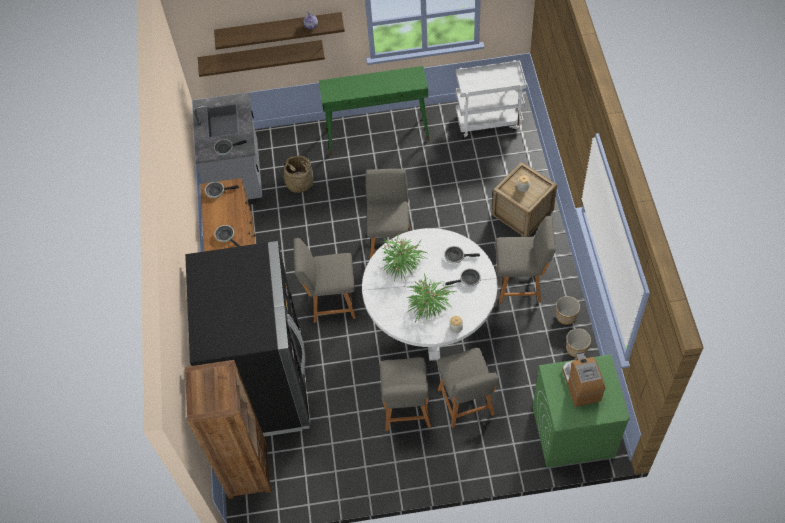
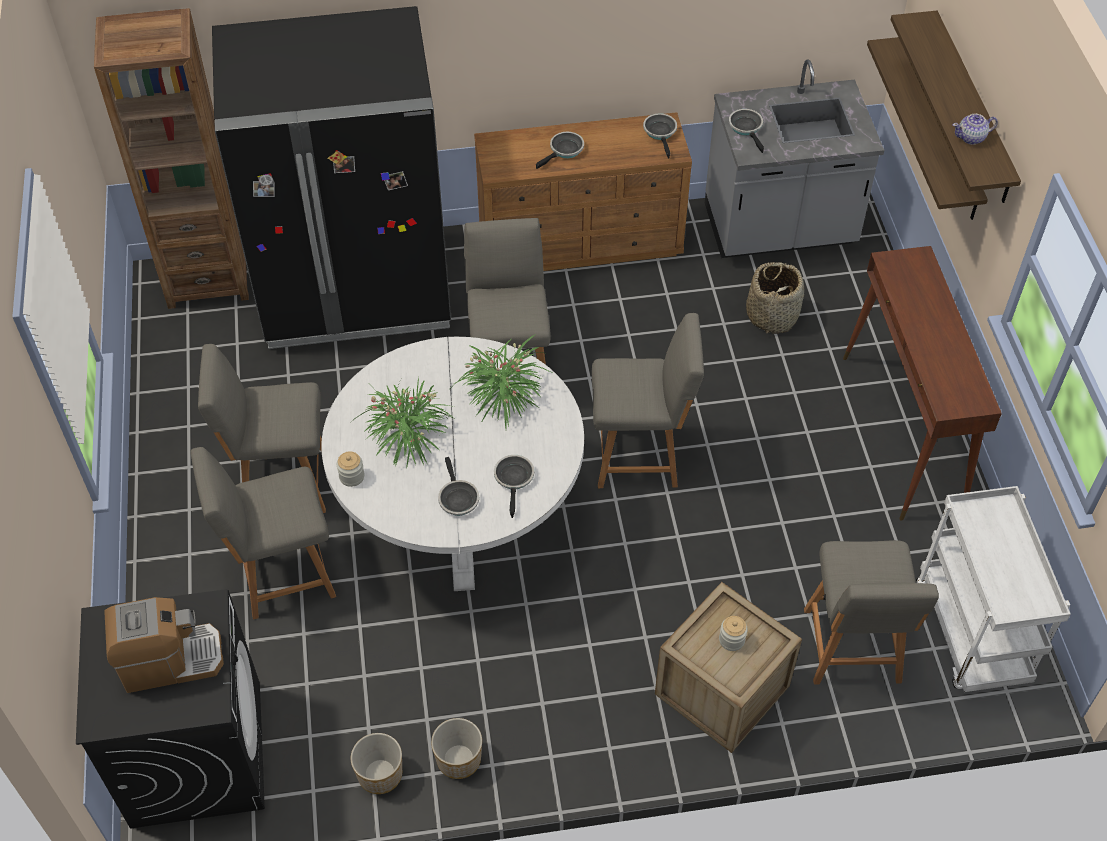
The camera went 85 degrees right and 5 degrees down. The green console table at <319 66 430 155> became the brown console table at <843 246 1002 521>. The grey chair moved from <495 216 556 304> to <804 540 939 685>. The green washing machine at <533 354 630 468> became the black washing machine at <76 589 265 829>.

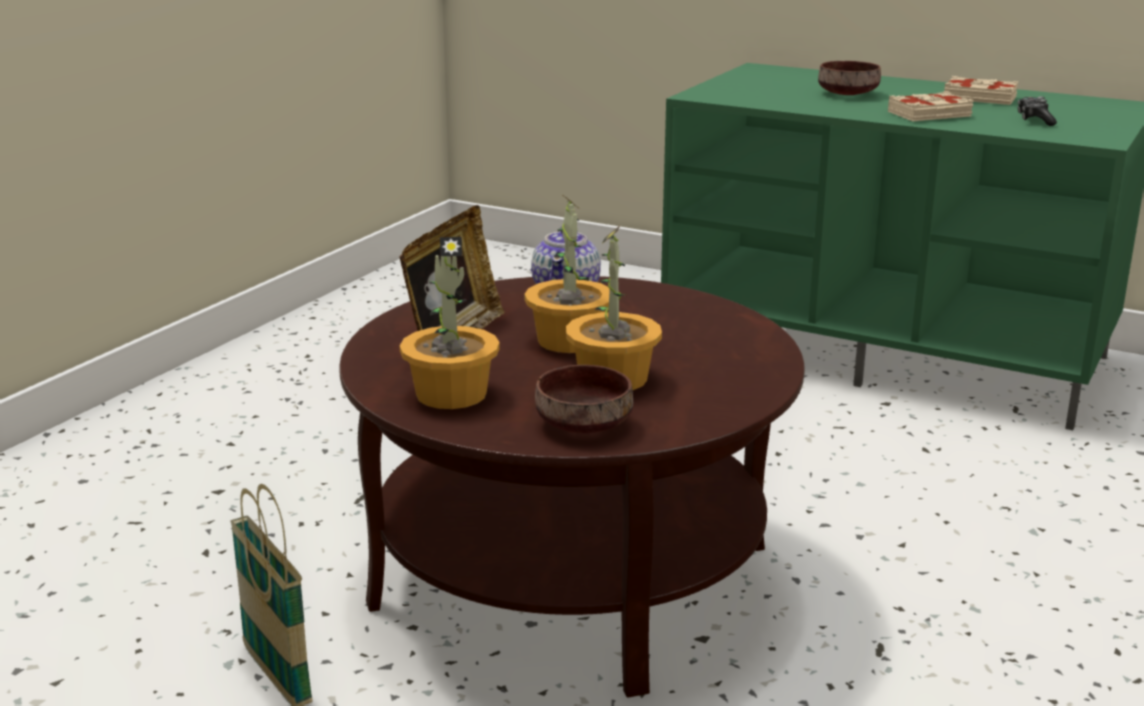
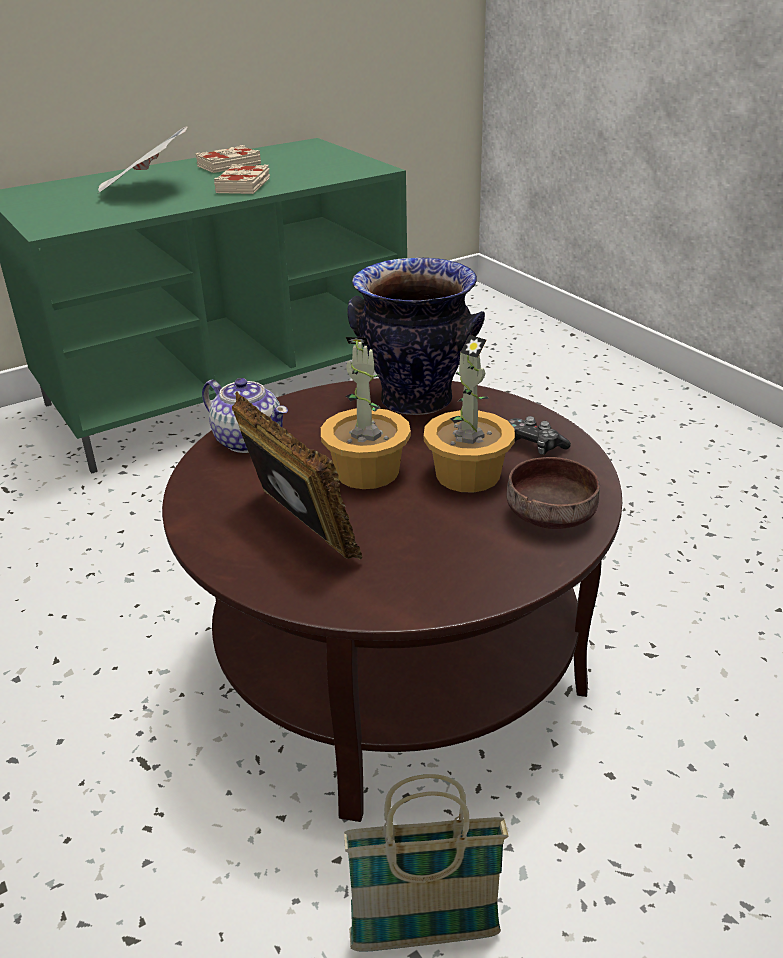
The camera went 60 degrees left and 10 degrees up. The brown bowl at <818 61 881 95> was replaced by the newspaper at <97 126 187 194>. The game controller moved from <1018 96 1057 126> to <508 416 571 455>. The potted plant at <400 237 500 409> disappeared. The vase at <347 258 485 415> appeared.

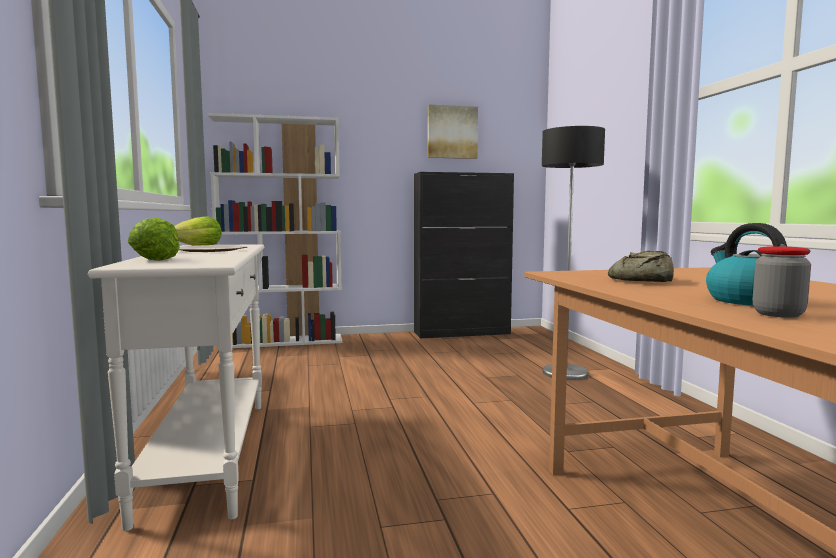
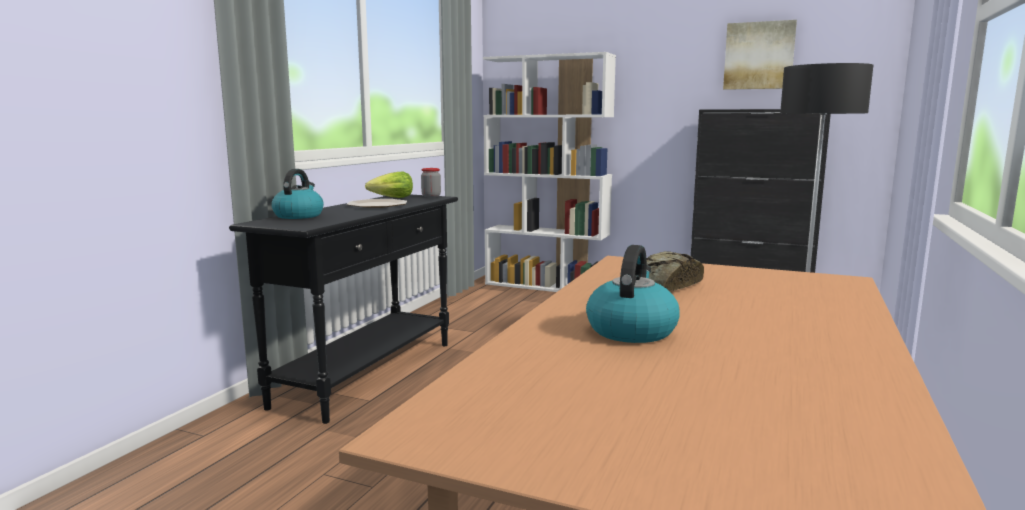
The camera went 35 degrees right and 5 degrees up. The lettuce at <128 218 180 261> was replaced by the kettle at <271 169 324 219>. The white console table at <88 244 264 531> became the black console table at <229 195 458 424>. The jar moved from <753 246 811 318> to <421 168 441 197>.

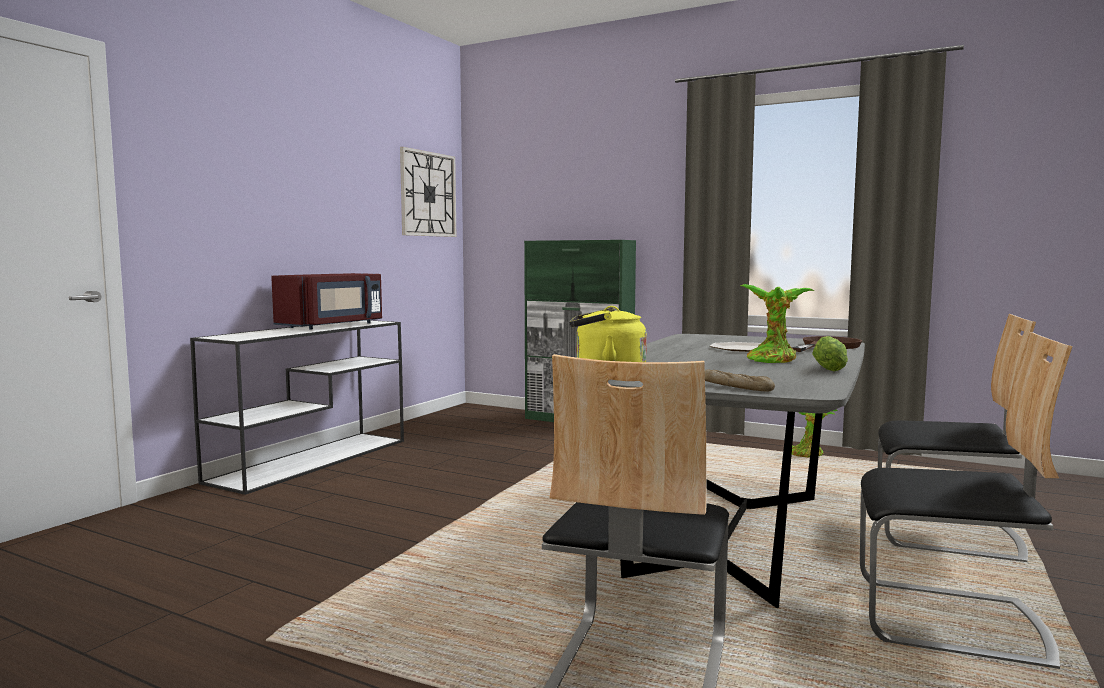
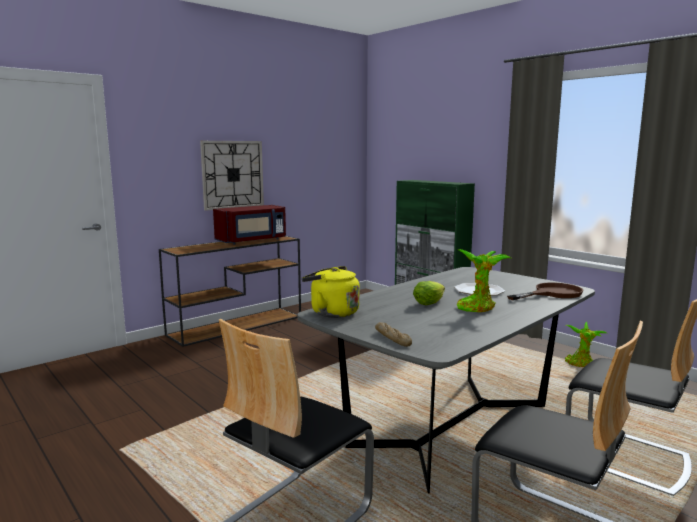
The camera went 20 degrees right and 5 degrees up. The wall clock moved from <400 147 457 237> to <200 141 264 211>. The white console table at <190 320 404 495> became the brown console table at <159 236 301 347>. The lettuce moved from <812 336 848 371> to <413 281 445 305>.

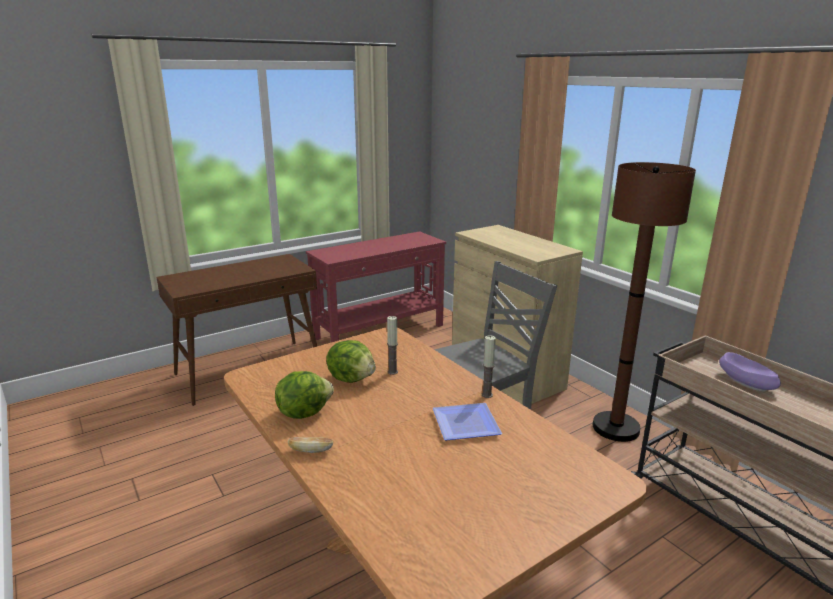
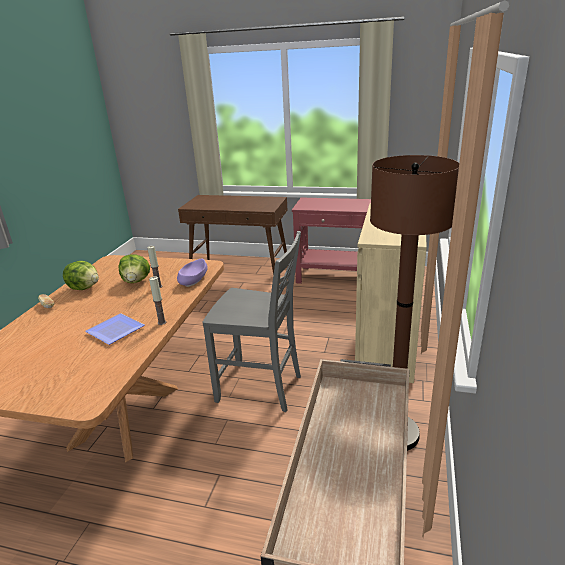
The camera went 50 degrees right and 5 degrees up. The purple bowl moved from <719 352 781 391> to <177 259 208 287>.

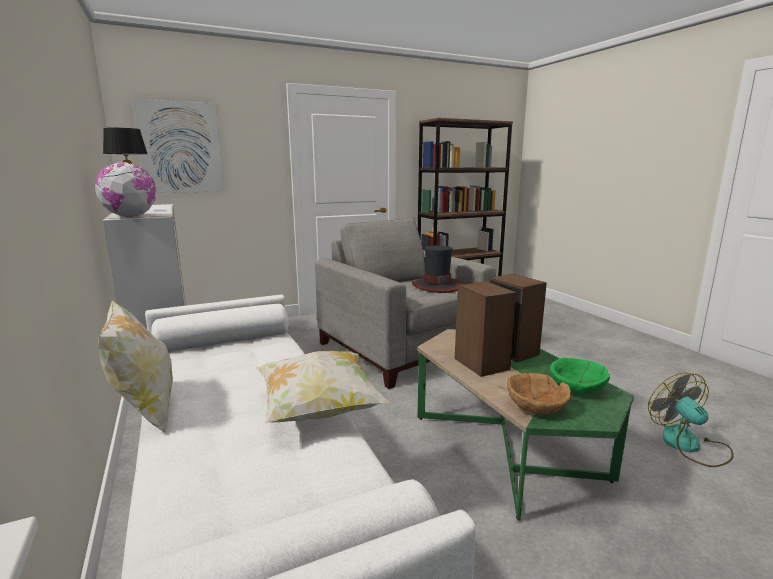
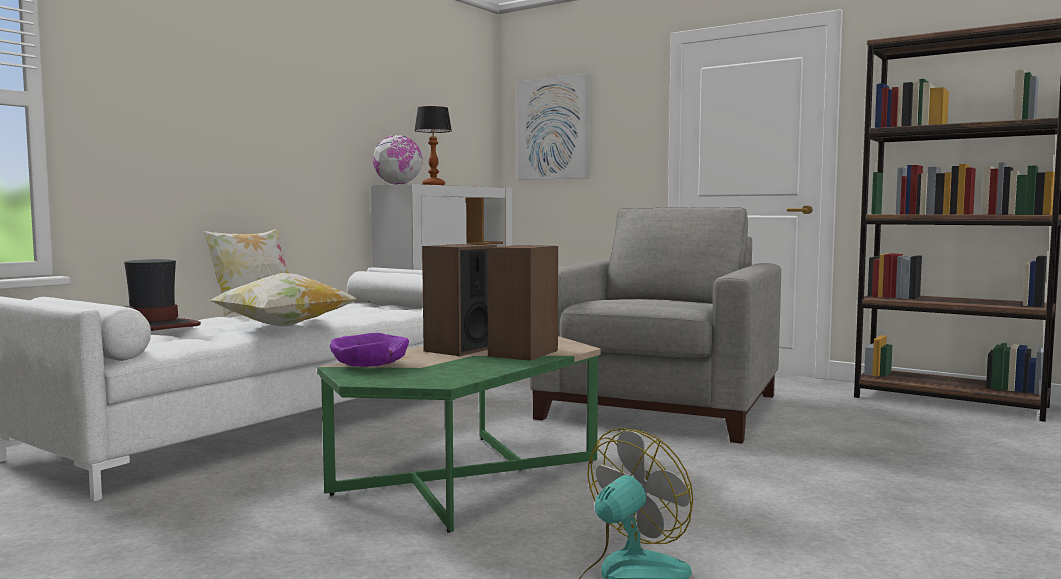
The camera went 60 degrees right and 10 degrees down. The hat moved from <412 245 463 293> to <124 259 201 331>. The green bowl at <550 357 610 394> disappeared. The brown bowl at <507 373 571 415> became the purple bowl at <330 333 409 367>.

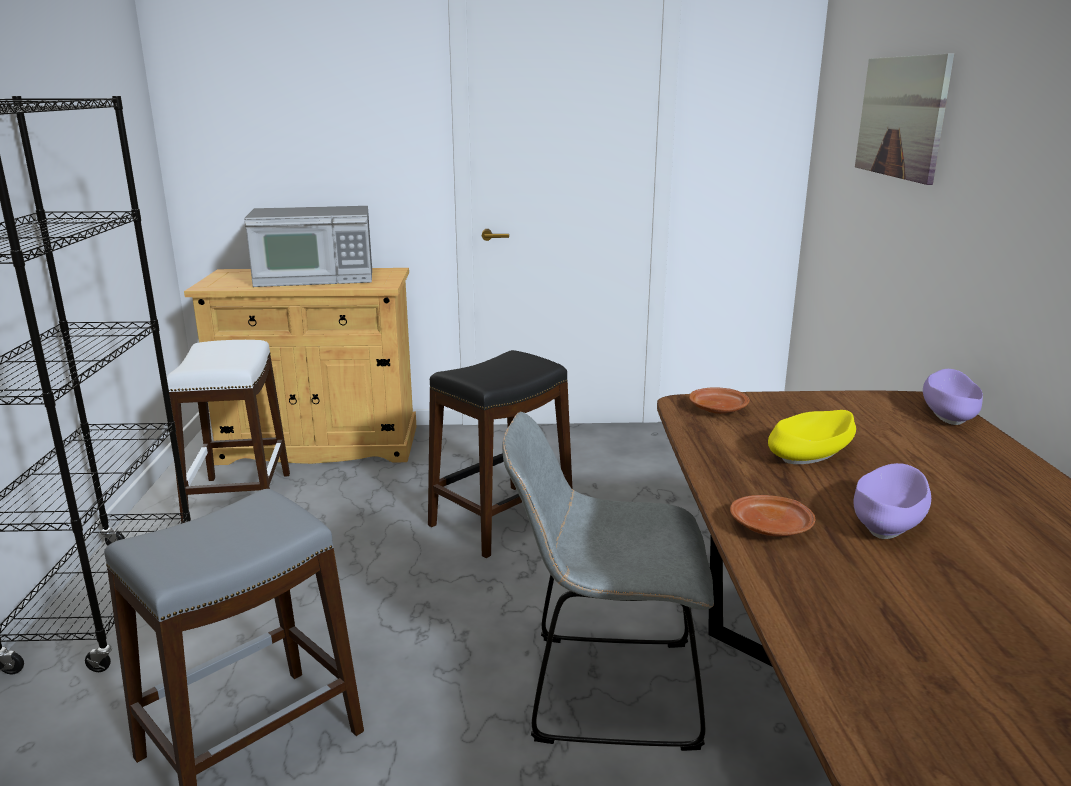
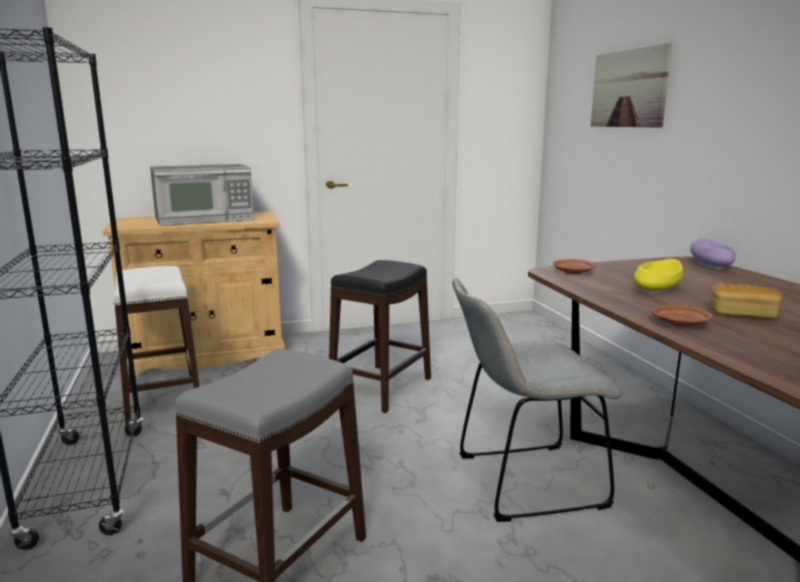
The camera went 15 degrees left and 5 degrees down. The purple bowl at <854 463 931 539> was replaced by the bread at <711 283 782 318>.

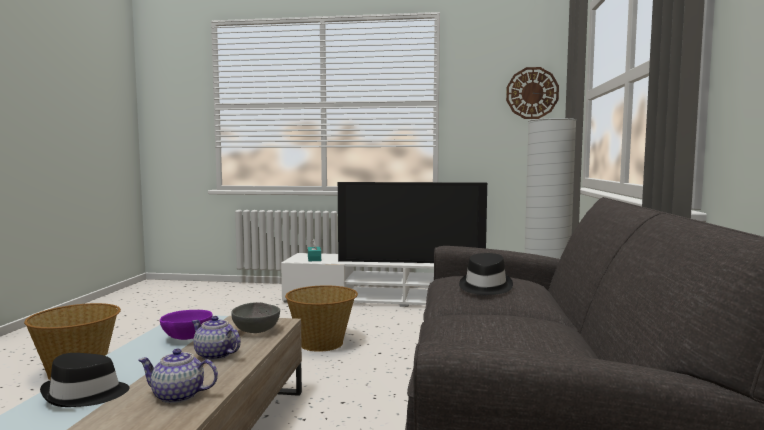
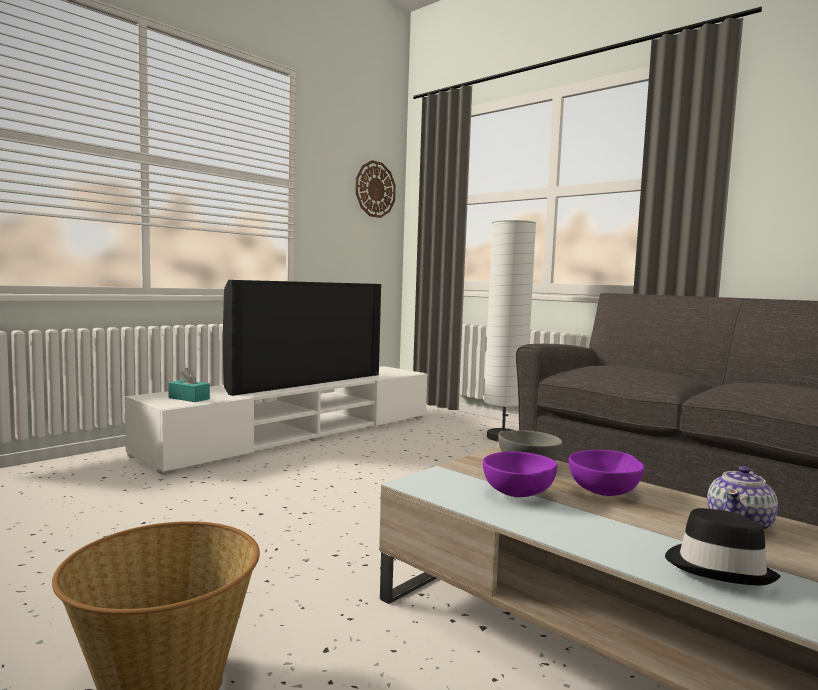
The camera went 55 degrees left and 0 degrees up. The black hat at <459 253 513 295> disappeared. The basket at <285 285 358 352> disappeared. The teapot at <192 316 241 360> was replaced by the purple bowl at <569 450 644 496>.

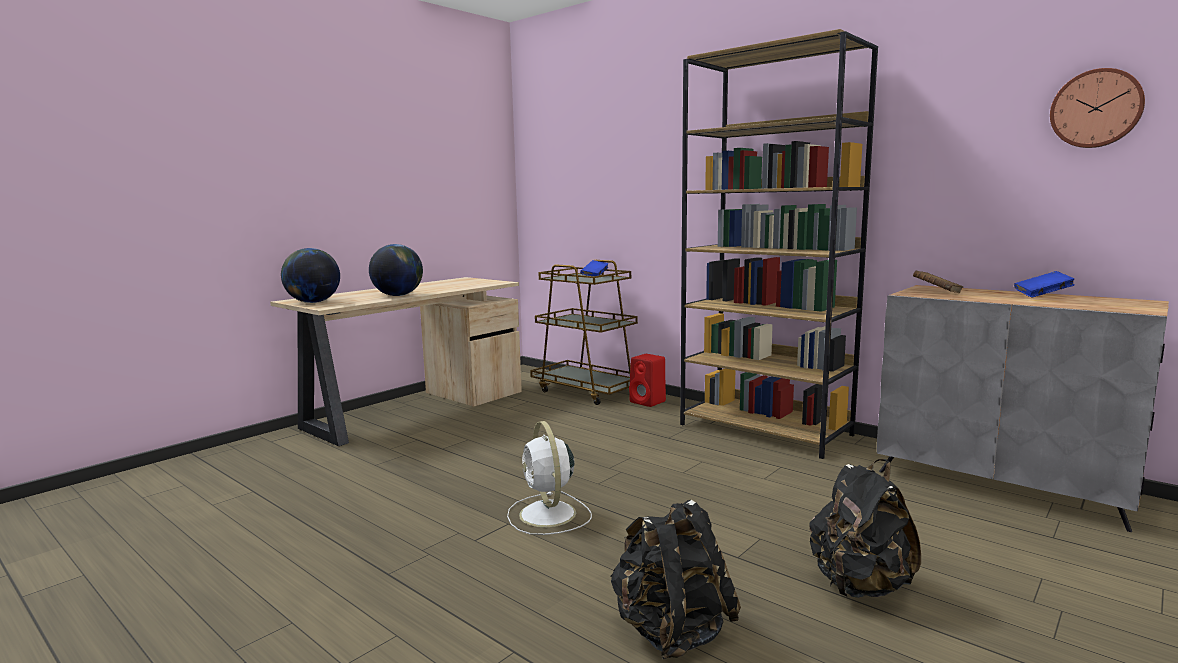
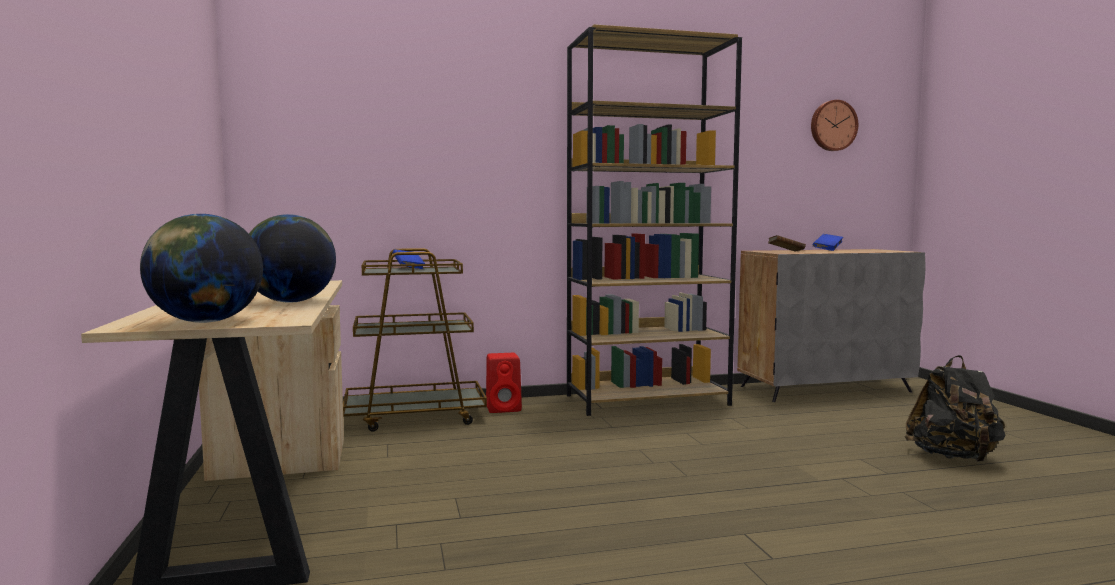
The camera went 55 degrees left and 5 degrees down. The white fan at <507 421 592 535> disappeared. The black backpack at <610 500 741 659> disappeared.

